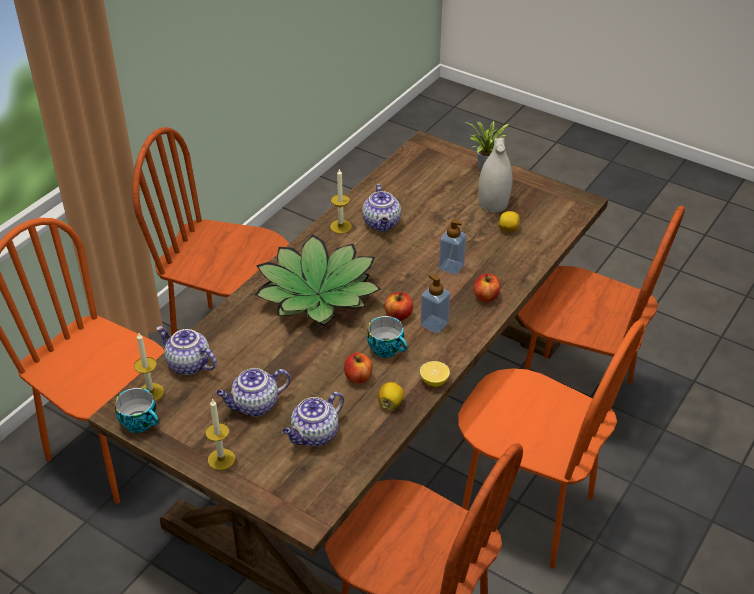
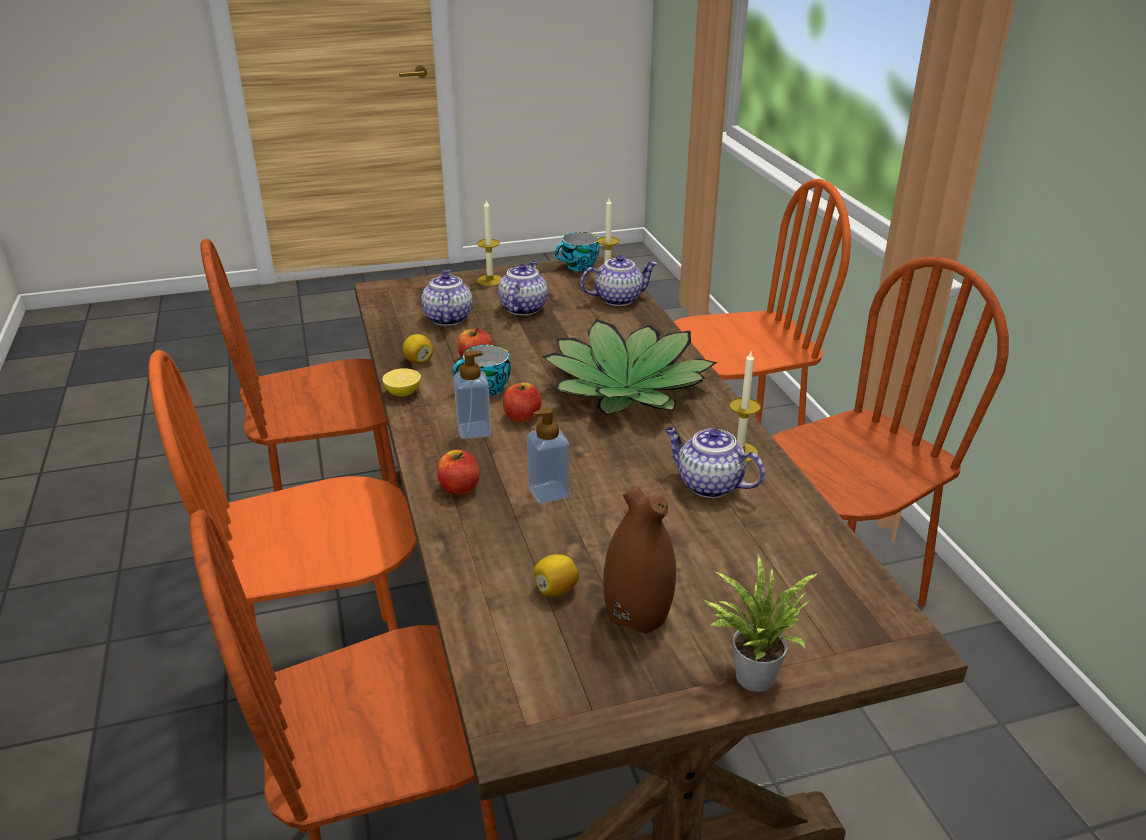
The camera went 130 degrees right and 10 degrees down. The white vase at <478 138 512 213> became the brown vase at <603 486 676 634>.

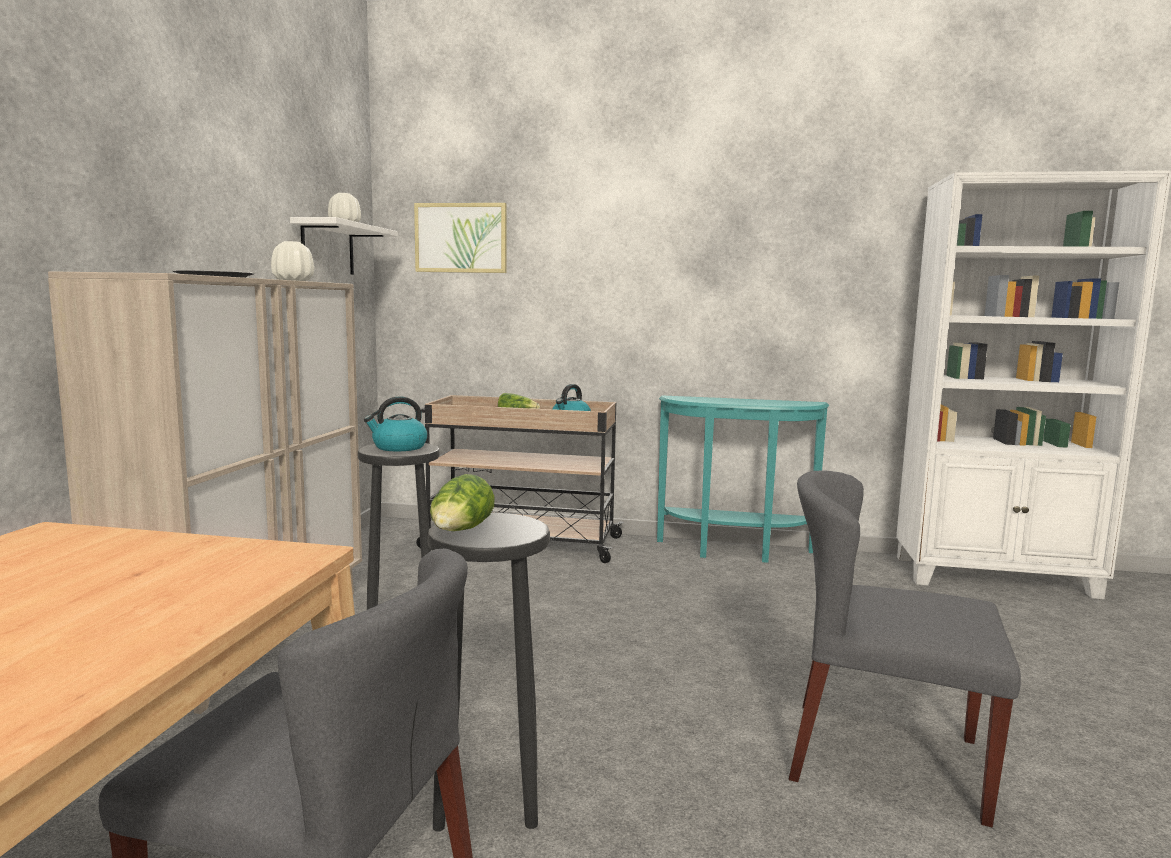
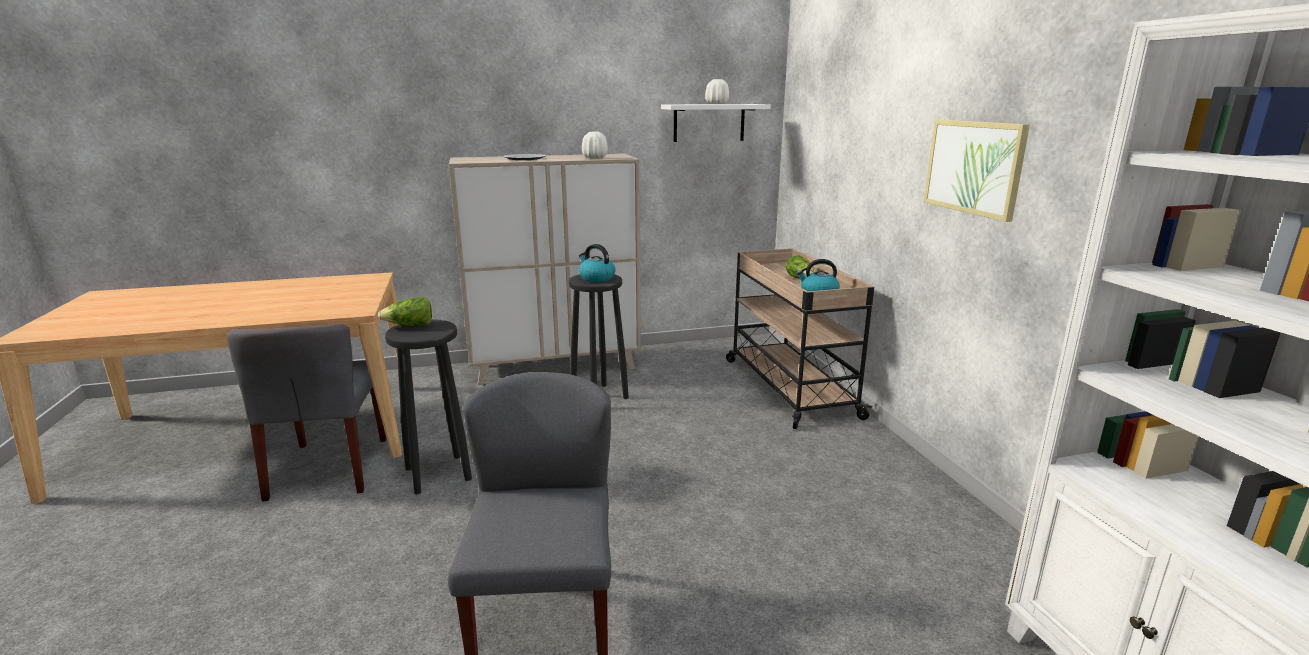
The camera went 65 degrees right and 10 degrees up. The picture moved from <414 203 507 273> to <924 120 1030 222>. The turquoise console table at <657 395 830 563> disappeared.

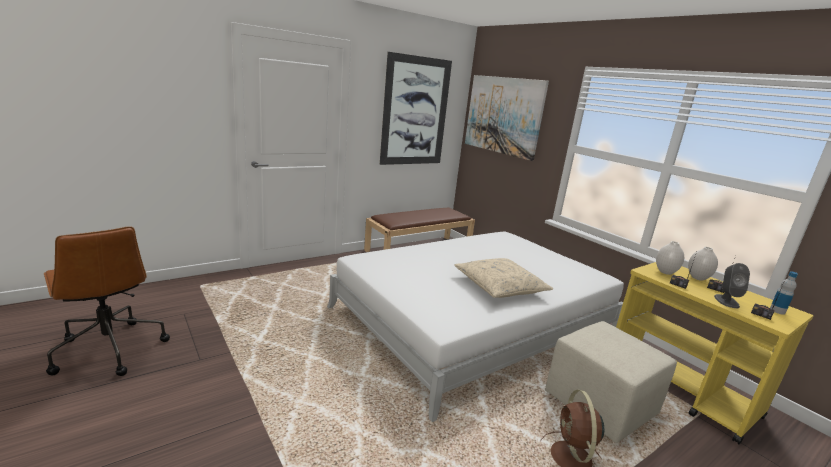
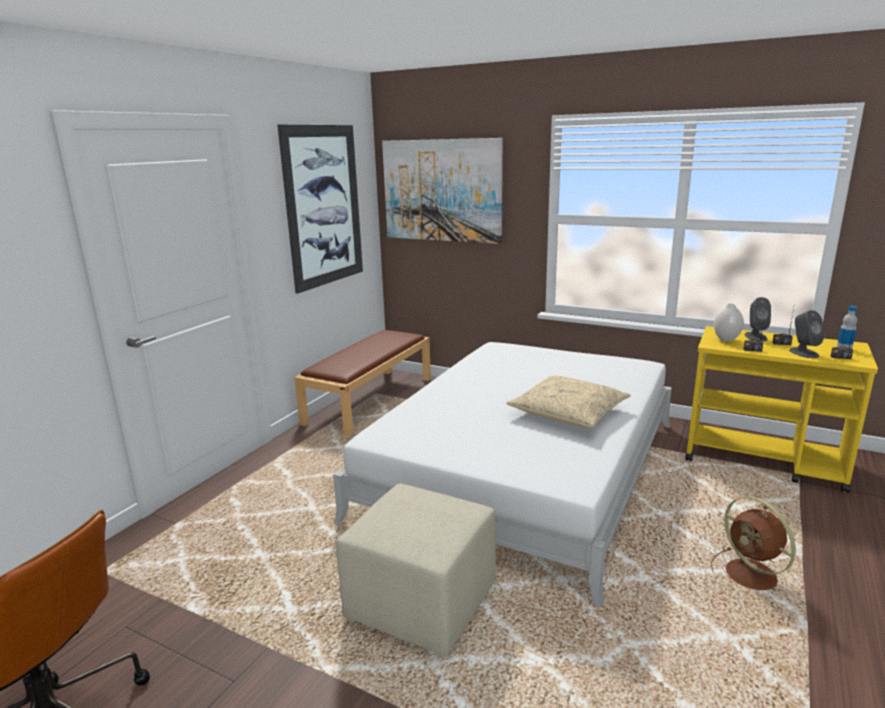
The camera went 25 degrees left and 0 degrees up. The white vase at <688 247 718 281> was replaced by the grey speaker at <744 297 771 341>. The beige ottoman moved from <545 321 677 443> to <336 483 496 656>.

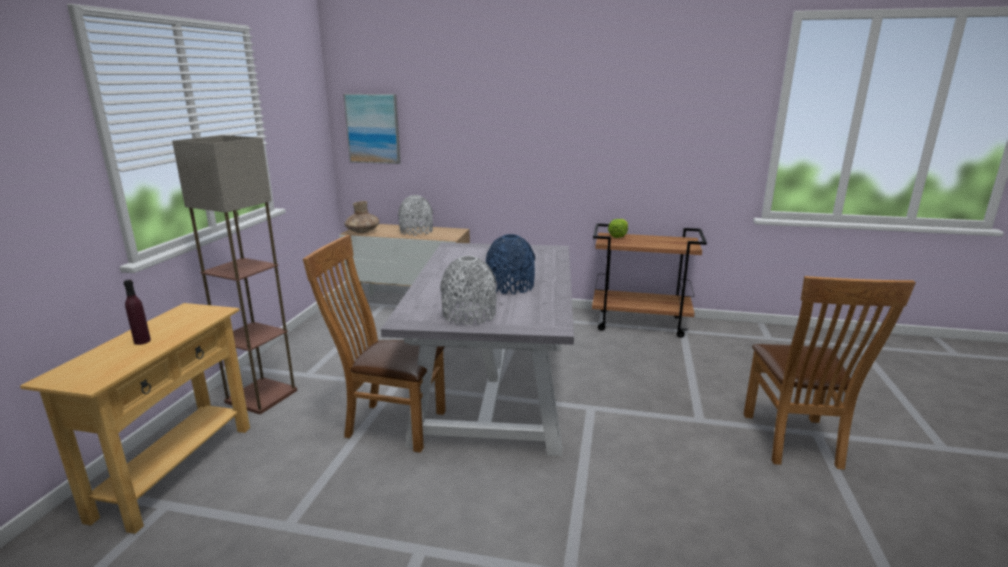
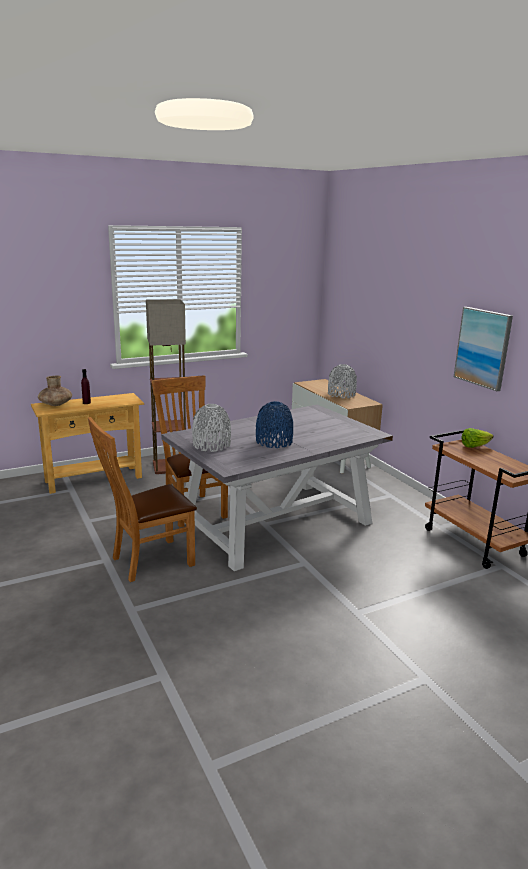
The camera went 50 degrees right and 0 degrees up. The picture moved from <343 94 401 164> to <454 307 513 391>. The brown vase moved from <344 201 379 233> to <38 376 72 406>. The brown chair moved from <744 276 916 470> to <88 417 197 582>.

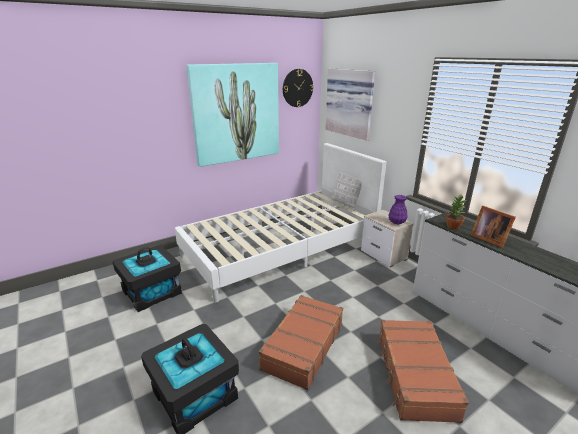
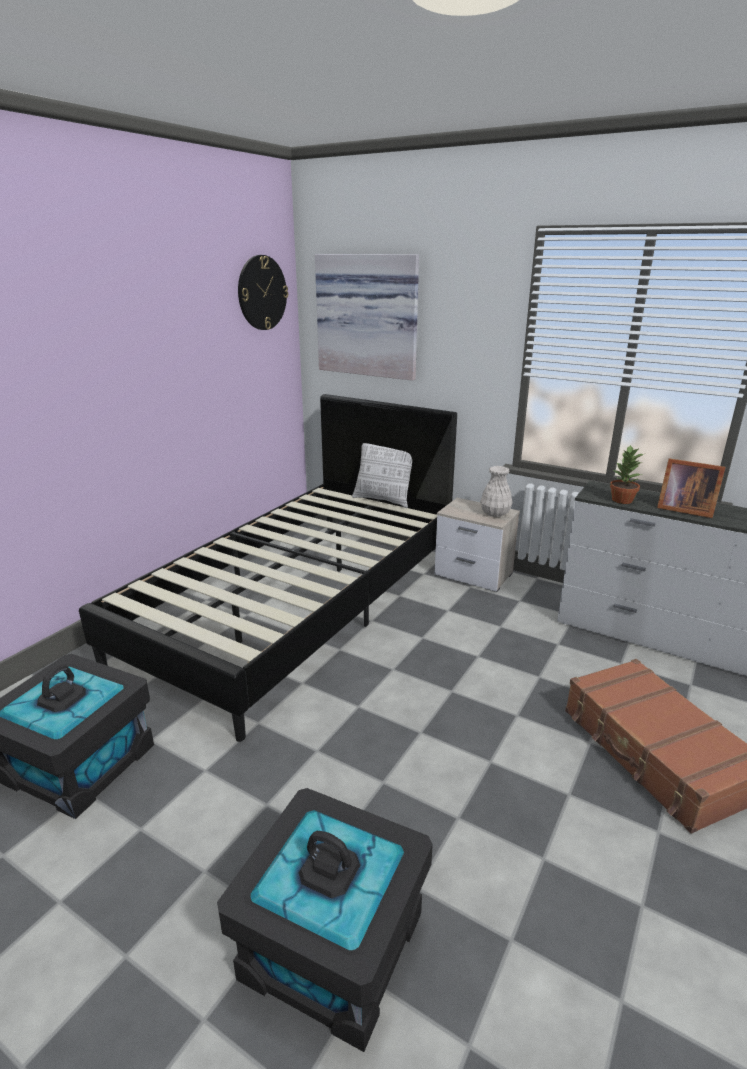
The camera went 25 degrees left and 0 degrees up. The picture at <186 63 279 167> disappeared. The white bed at <175 143 386 303> became the black bed at <79 394 457 742>. The purple vase at <389 195 408 224> became the white vase at <480 466 512 517>. The brown suitcase at <259 295 343 390> disappeared.

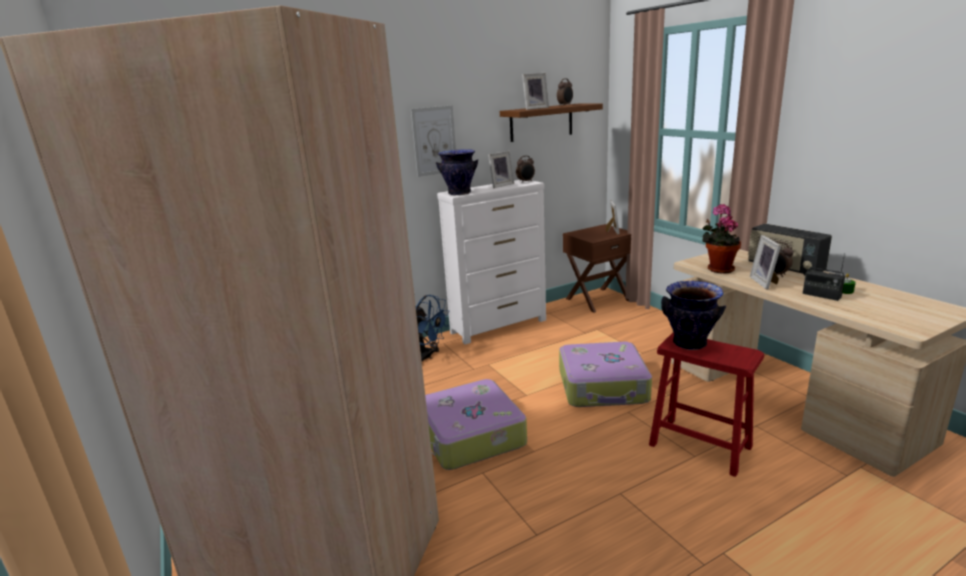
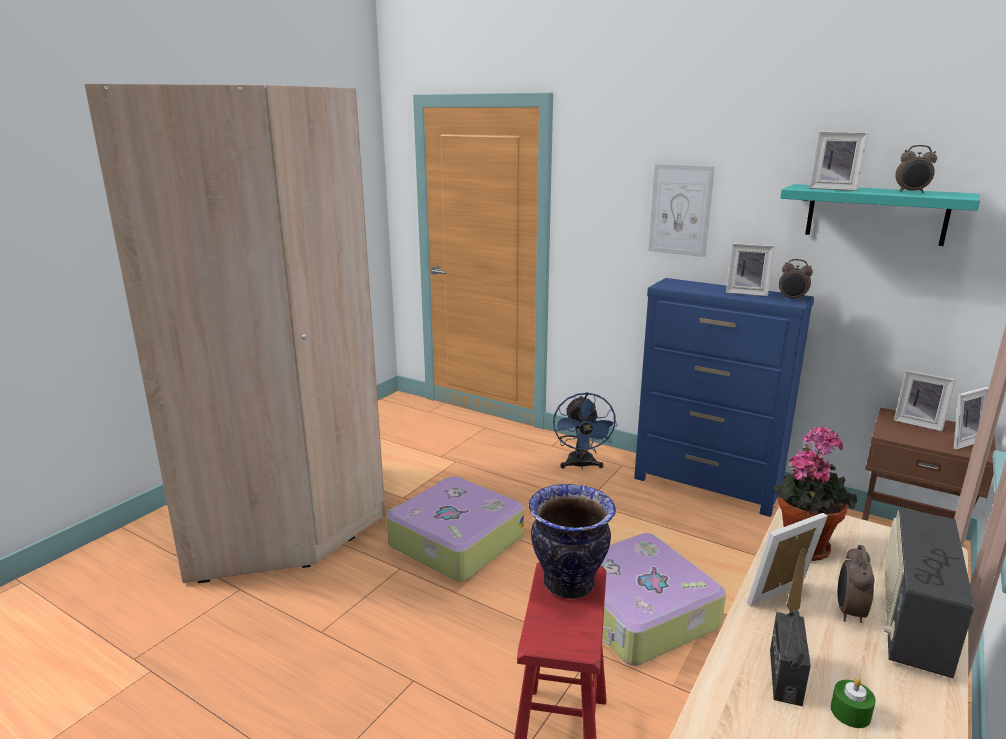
The camera went 60 degrees right and 0 degrees up. The brown shelf at <500 103 603 142> became the turquoise shelf at <780 184 980 246>. The vase at <436 149 478 195> disappeared. The white dresser at <437 180 546 345> became the blue dresser at <634 278 814 517>. The picture frame at <894 370 956 431> appeared.

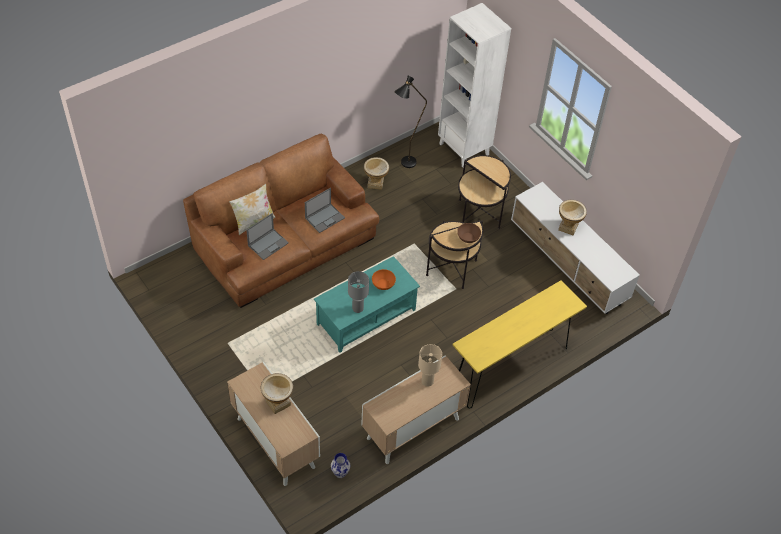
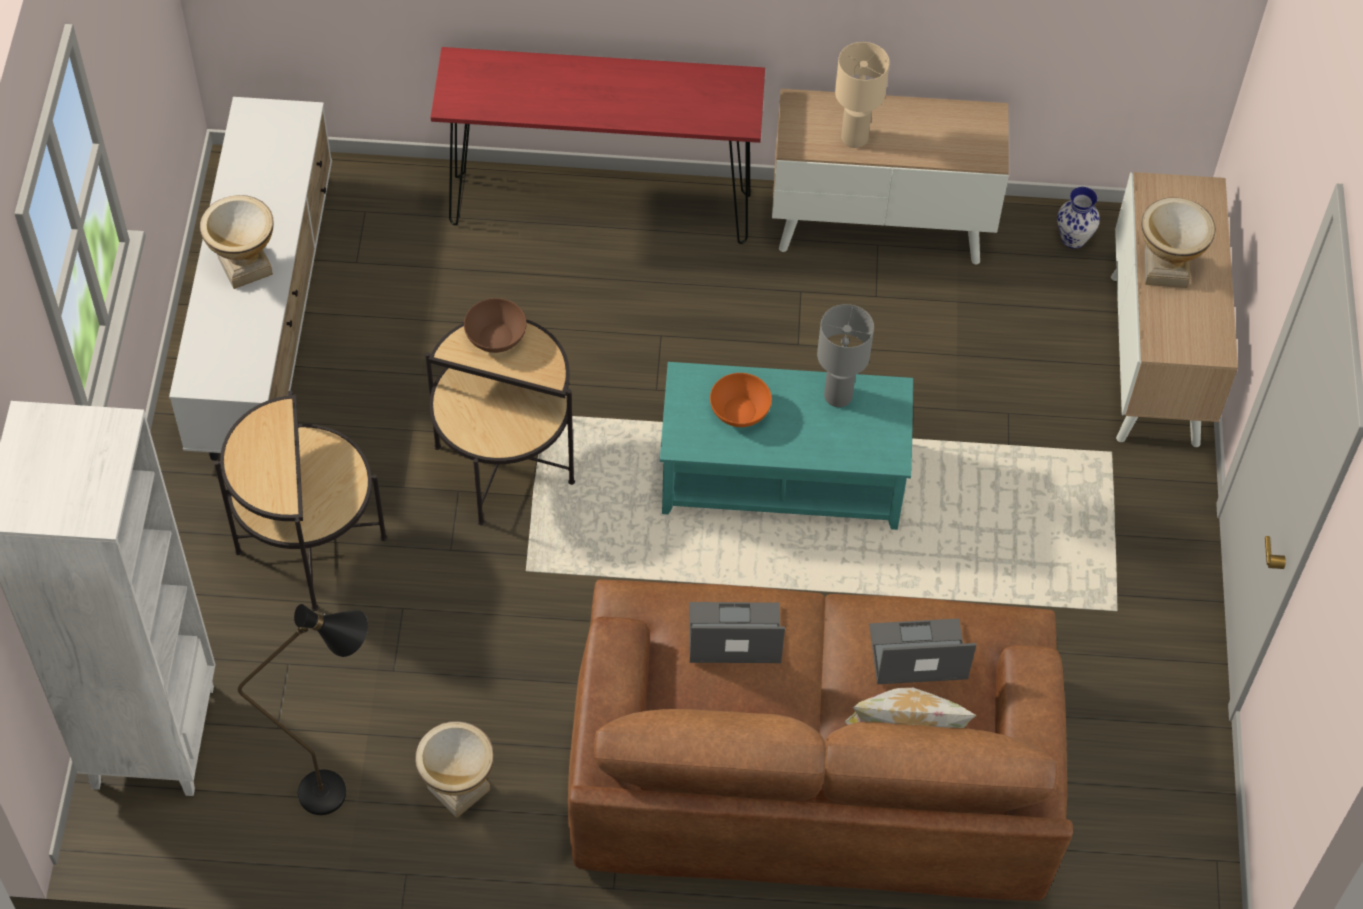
The camera went 140 degrees left and 5 degrees up. The yellow console table at <453 280 587 409> became the red console table at <431 47 765 244>.

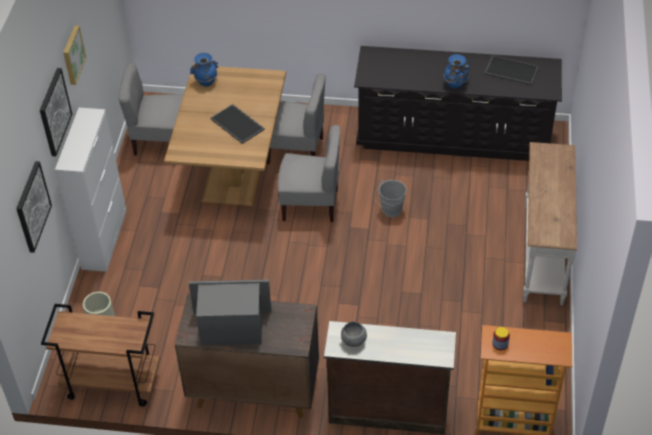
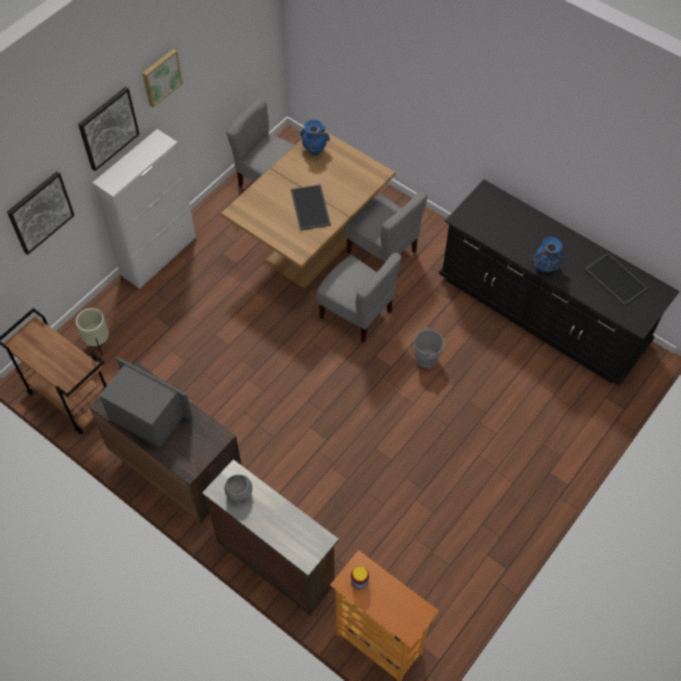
The camera went 30 degrees right and 10 degrees up. The white console table at <523 142 577 305> disappeared.

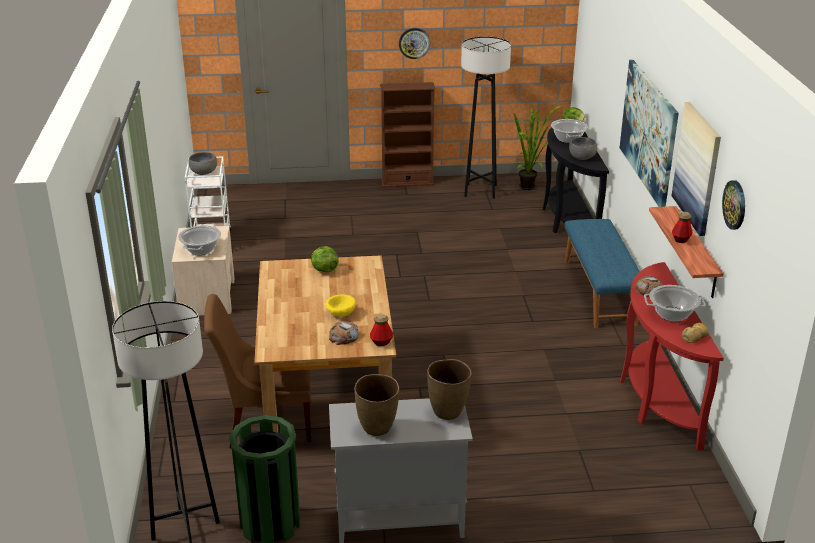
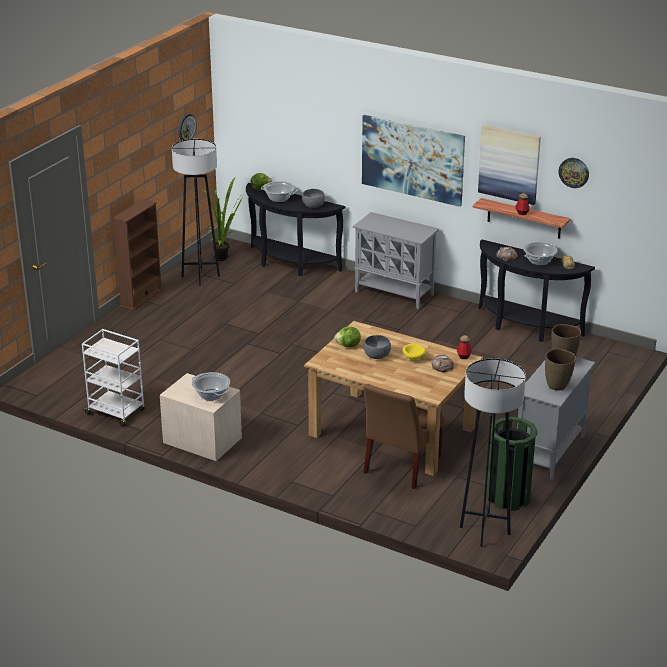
The camera went 55 degrees left and 0 degrees up. The wall clock moved from <399 28 430 59> to <179 114 197 141>. The grey bowl moved from <188 152 217 175> to <363 335 391 359>. The blue bench at <564 219 640 328> was replaced by the grey cabinet at <353 212 439 309>. The red console table at <620 262 724 451> became the black console table at <478 239 595 342>.

